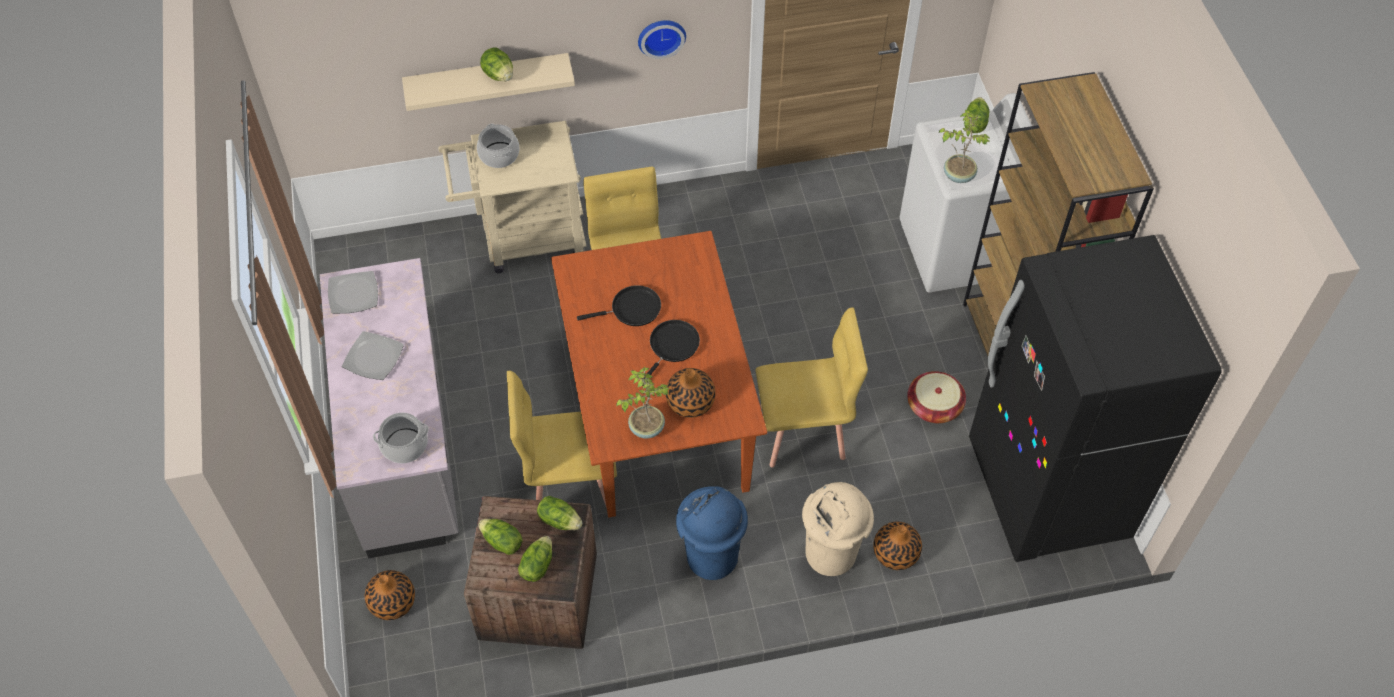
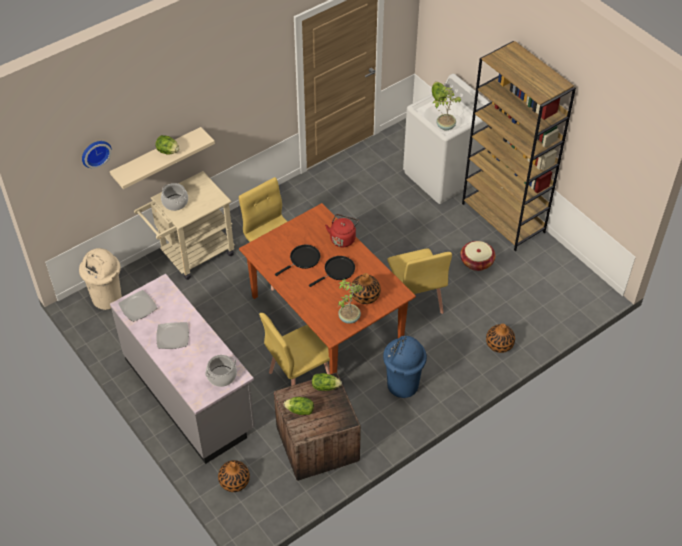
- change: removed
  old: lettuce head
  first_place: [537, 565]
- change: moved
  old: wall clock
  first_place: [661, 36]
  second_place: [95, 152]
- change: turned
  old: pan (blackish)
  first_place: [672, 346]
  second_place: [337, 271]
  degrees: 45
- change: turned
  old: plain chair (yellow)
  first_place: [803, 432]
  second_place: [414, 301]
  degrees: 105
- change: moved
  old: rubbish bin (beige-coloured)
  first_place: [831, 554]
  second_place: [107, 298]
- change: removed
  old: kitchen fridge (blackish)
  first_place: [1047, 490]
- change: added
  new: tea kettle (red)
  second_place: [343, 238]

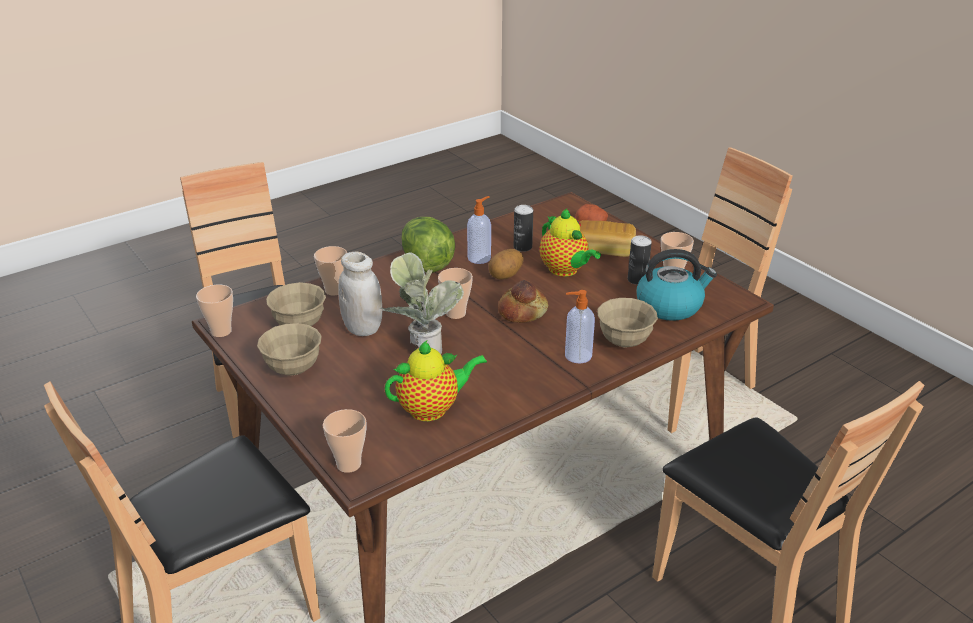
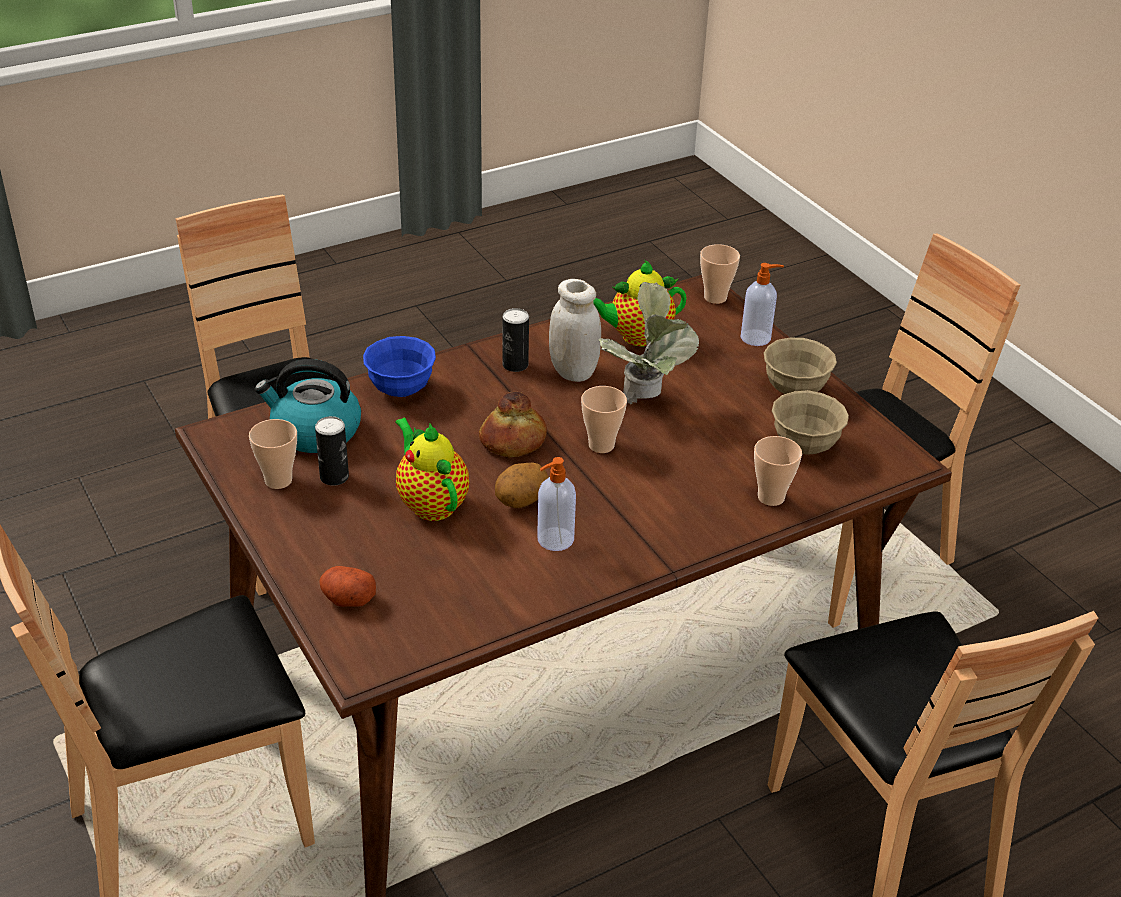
- change: removed
  old: cup
  first_place: [221, 331]
- change: moved
  old: preserve jar (white-coloured)
  first_place: [362, 328]
  second_place: [573, 372]
- change: removed
  old: lettuce head
  first_place: [426, 263]
- change: moved
  old: metal can
  first_place: [522, 247]
  second_place: [515, 365]
- change: moved
  old: soap bottle
  first_place: [577, 356]
  second_place: [757, 338]
- change: removed
  old: bread
  first_place: [604, 250]
- change: recoloured
  old: deep dish (beige-coloured)
  new: deep dish (blue)
  first_place: [624, 341]
  second_place: [401, 389]

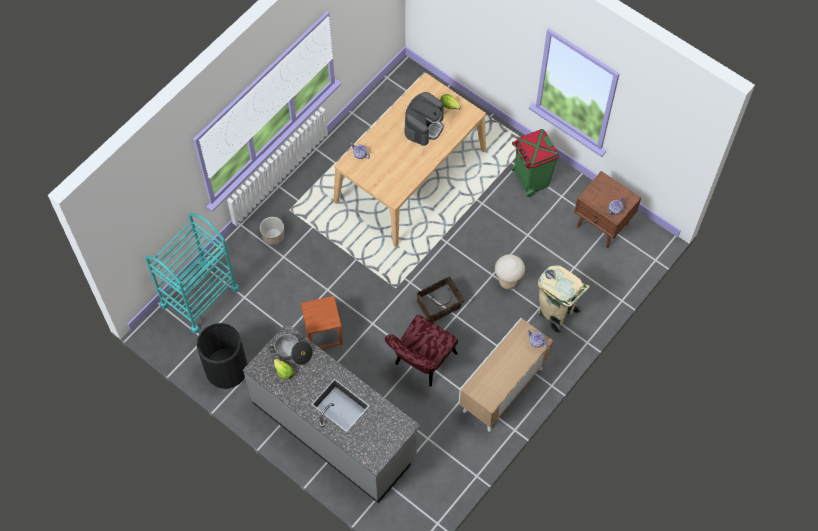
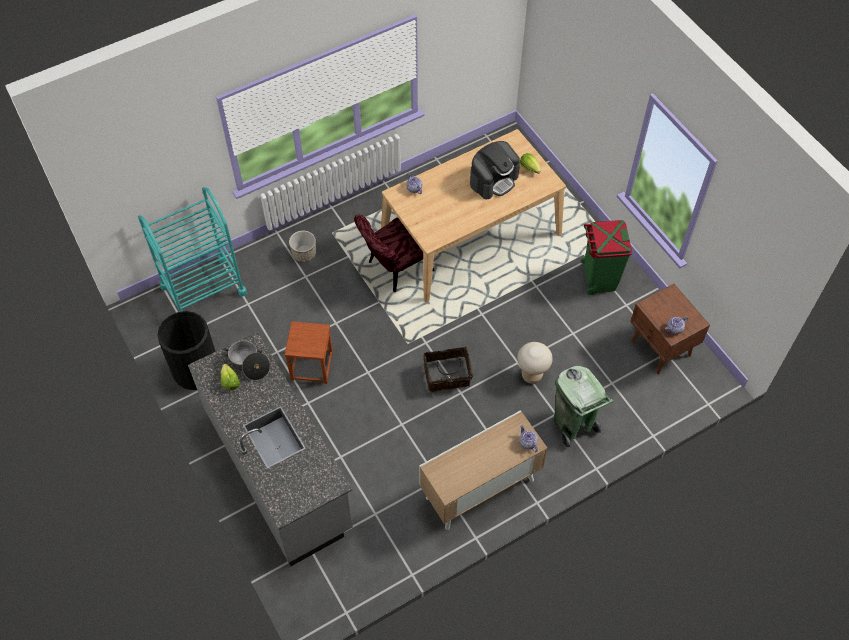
- change: moved
  old: plain chair (red)
  first_place: [421, 363]
  second_place: [394, 269]
- change: recoloured
  old: rubbish bin (beige-coloured)
  new: rubbish bin (green)
  first_place: [556, 312]
  second_place: [573, 425]

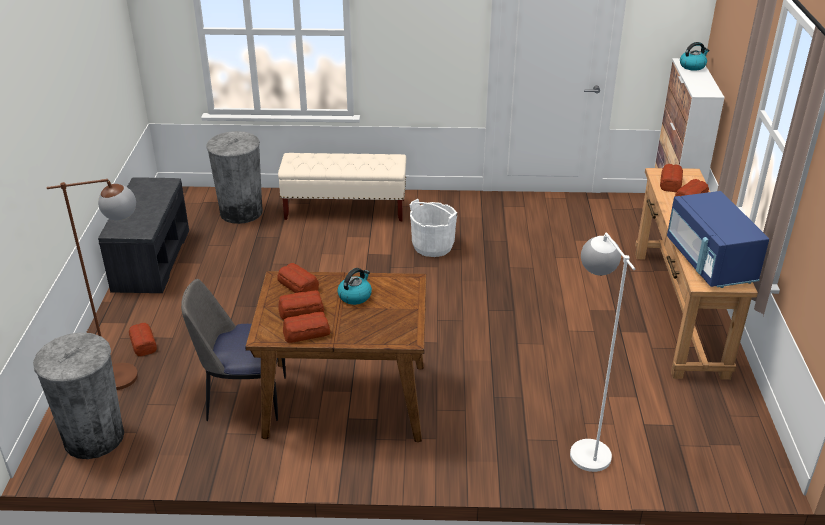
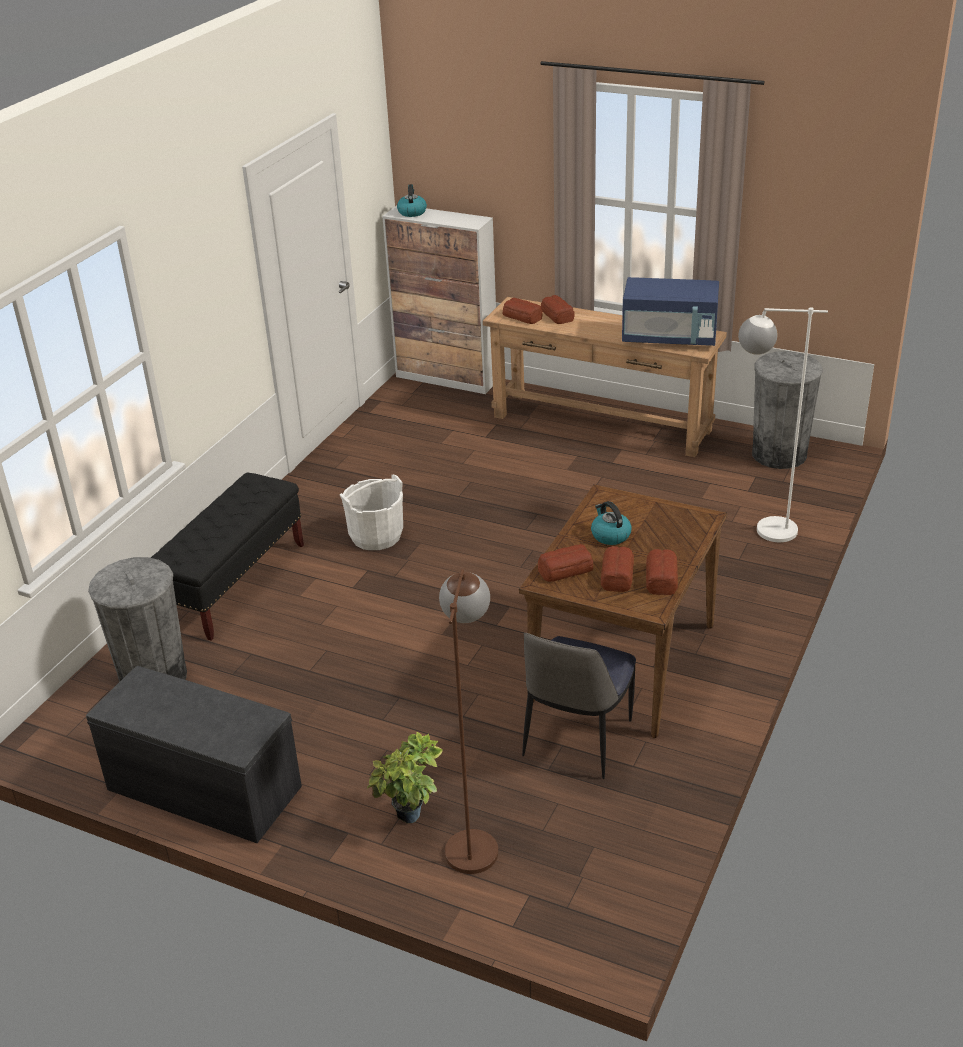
- change: moved
  old: rubbish bin (greyish)
  first_place: [94, 437]
  second_place: [779, 454]
- change: replaced
  old: bread
  new: houseplant
  first_place: [143, 344]
  second_place: [411, 820]
- change: recoloured
  old: long seat (beige-coloured)
  new: long seat (blackish)
  first_place: [345, 209]
  second_place: [234, 584]

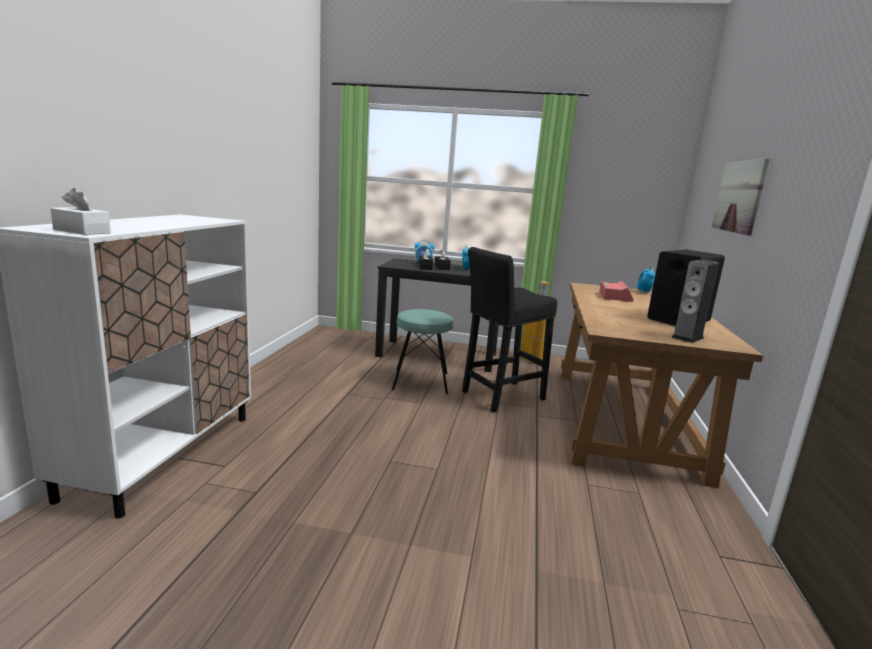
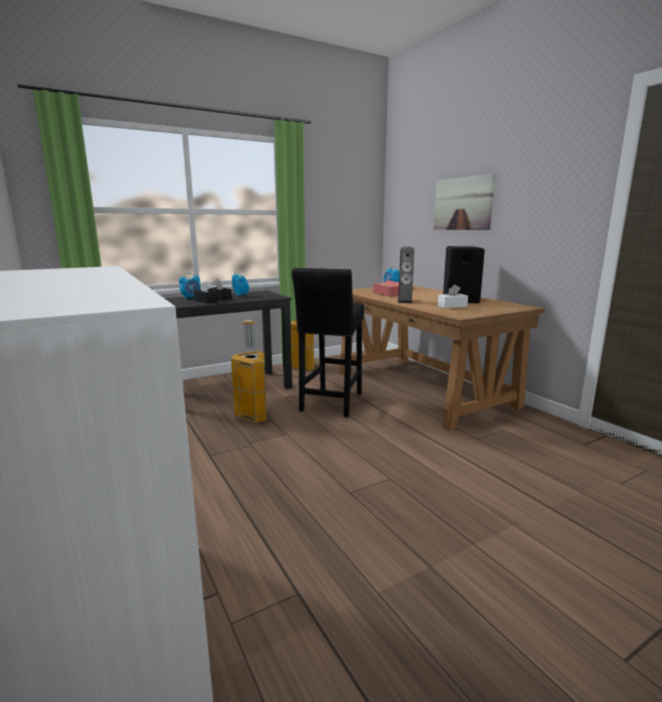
- change: moved
  old: tissue box (white-coloured)
  first_place: [82, 231]
  second_place: [452, 306]
- change: replaced
  old: stool seat (turquoise)
  new: rubbish bin
  first_place: [420, 381]
  second_place: [254, 416]
- change: moved
  old: speaker
  first_place: [687, 337]
  second_place: [404, 301]

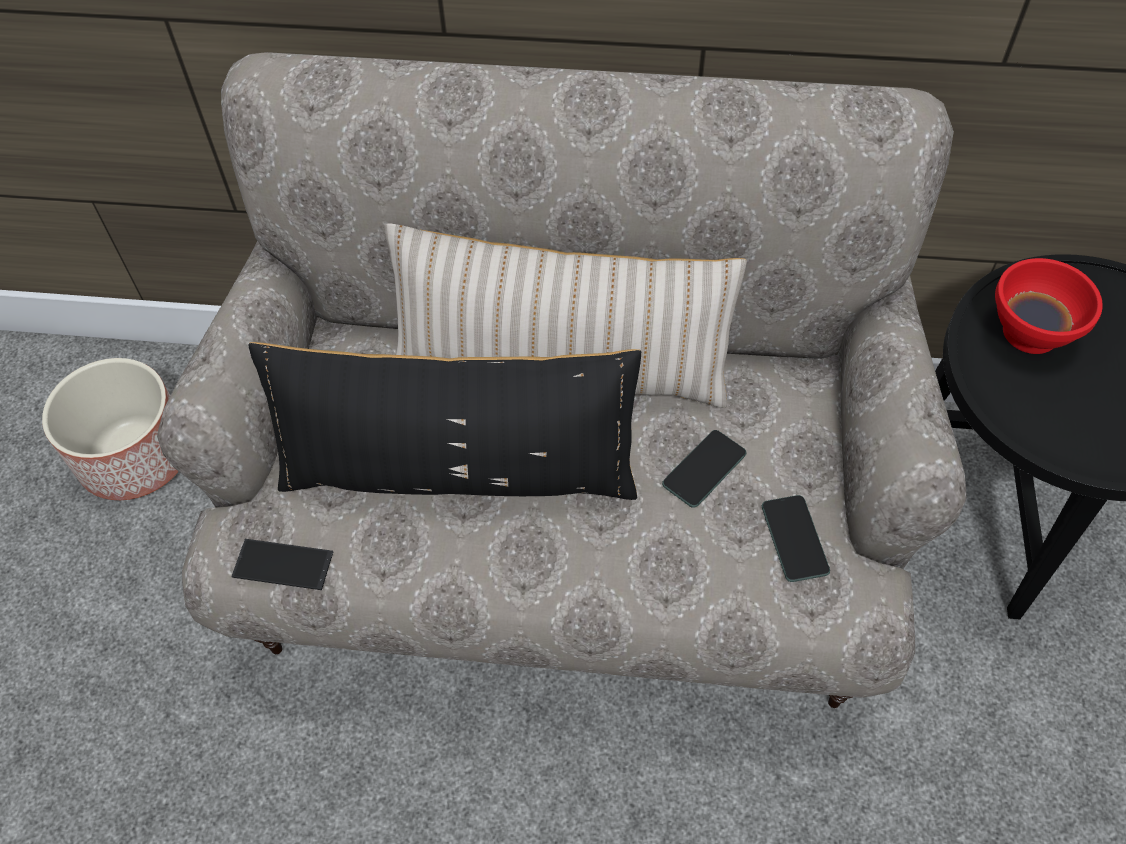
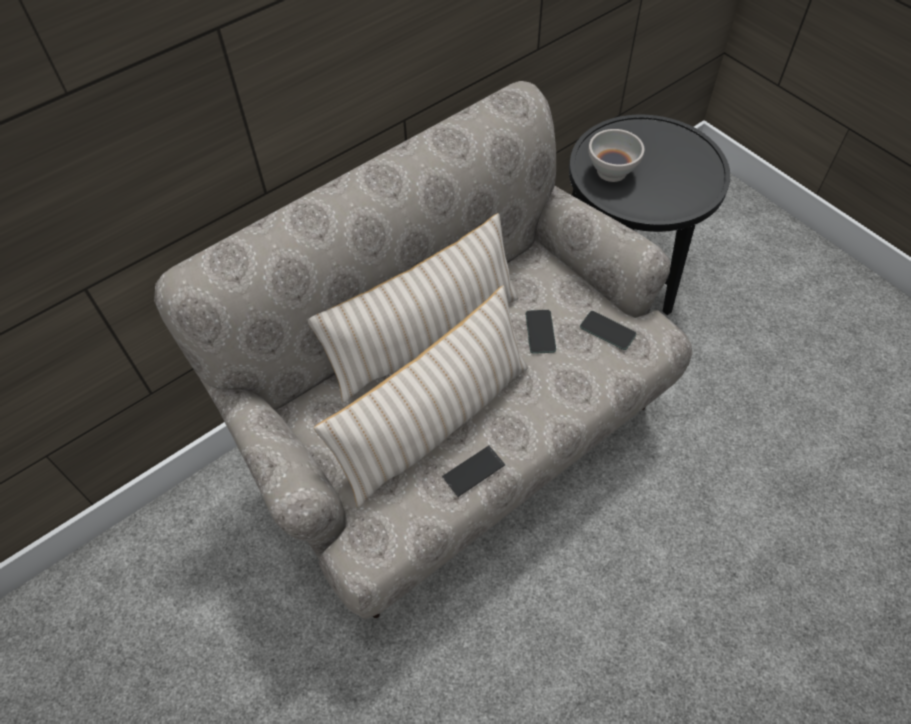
- change: removed
  old: flower pot
  first_place: [136, 454]
- change: moved
  old: phone
  first_place: [283, 564]
  second_place: [473, 471]
- change: recoloured
  old: cushion (blackish)
  new: cushion (beige-coloured)
  first_place: [458, 471]
  second_place: [434, 423]
- change: recoloured
  old: deep dish (red)
  new: deep dish (white-coloured)
  first_place: [1031, 332]
  second_place: [611, 171]

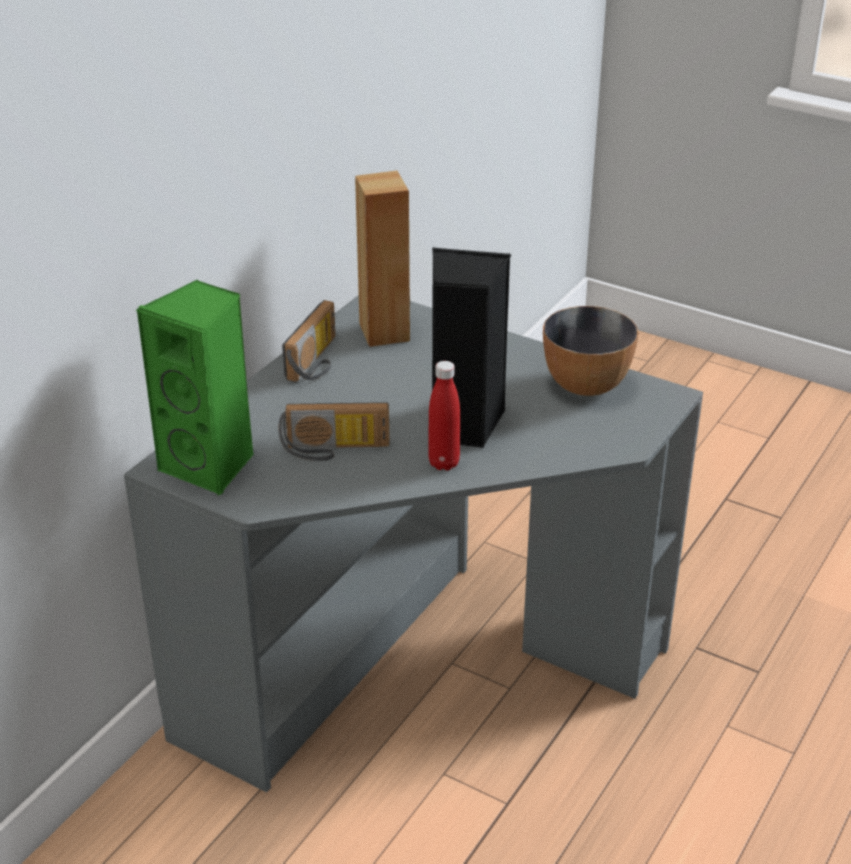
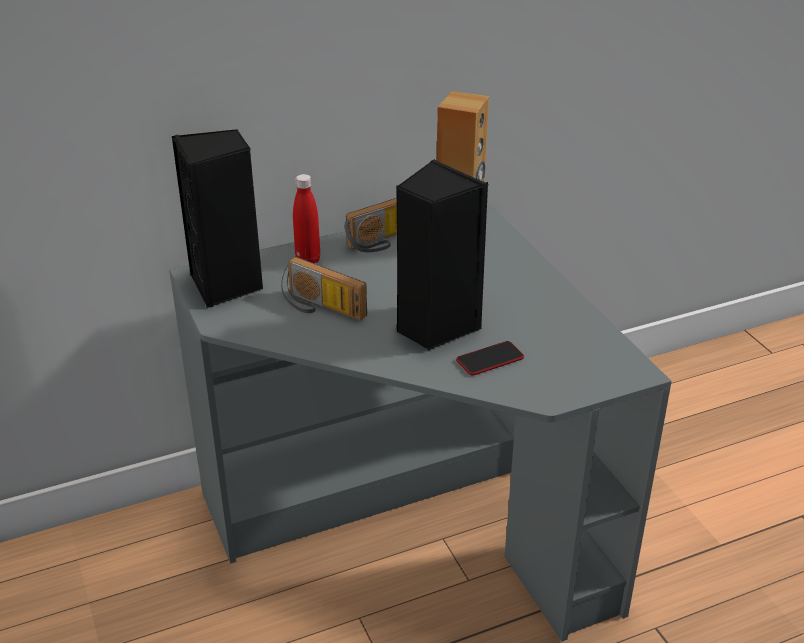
- change: recoloured
  old: speaker (green)
  new: speaker (blackish)
  first_place: [211, 466]
  second_place: [227, 285]
- change: moved
  old: beverage bottle (red)
  first_place: [444, 463]
  second_place: [308, 260]
- change: removed
  old: deep dish
  first_place: [585, 385]
- change: added
  new: phone
  second_place: [490, 359]

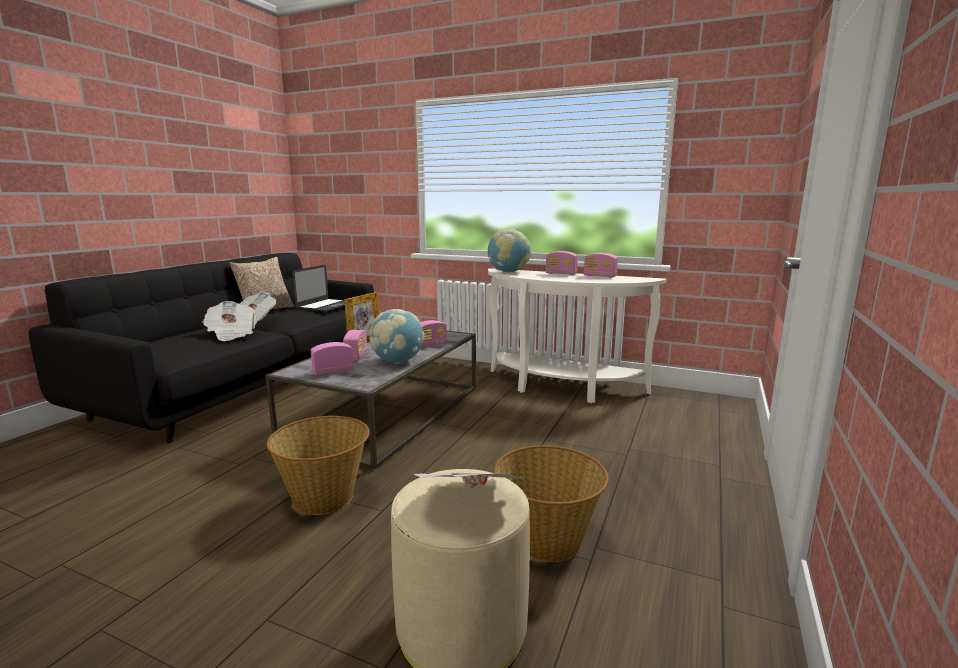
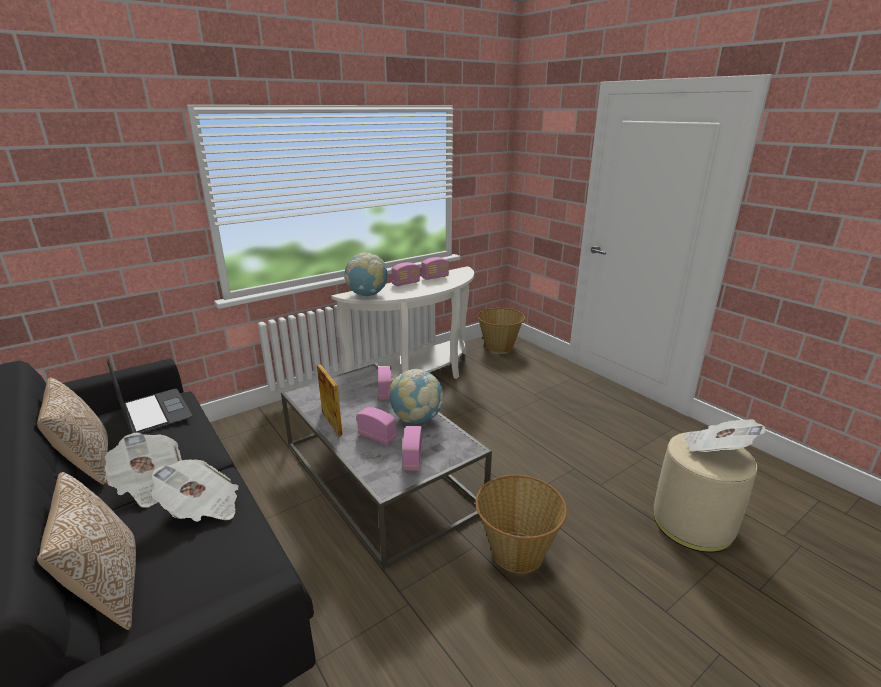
- change: moved
  old: storage basket
  first_place: [547, 541]
  second_place: [499, 346]
- change: added
  new: cushion
  second_place: [108, 590]

